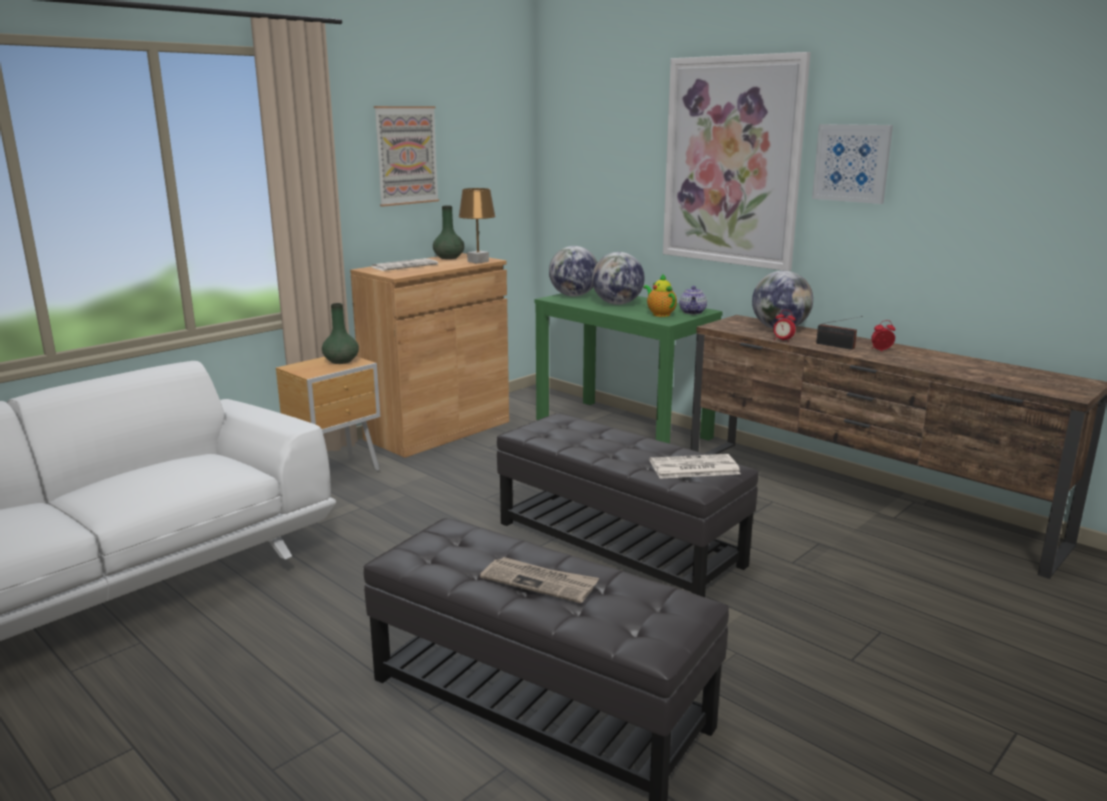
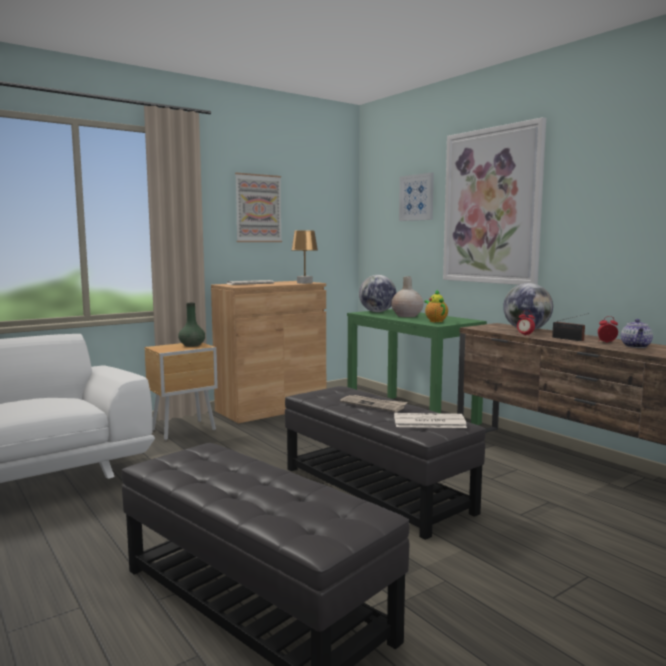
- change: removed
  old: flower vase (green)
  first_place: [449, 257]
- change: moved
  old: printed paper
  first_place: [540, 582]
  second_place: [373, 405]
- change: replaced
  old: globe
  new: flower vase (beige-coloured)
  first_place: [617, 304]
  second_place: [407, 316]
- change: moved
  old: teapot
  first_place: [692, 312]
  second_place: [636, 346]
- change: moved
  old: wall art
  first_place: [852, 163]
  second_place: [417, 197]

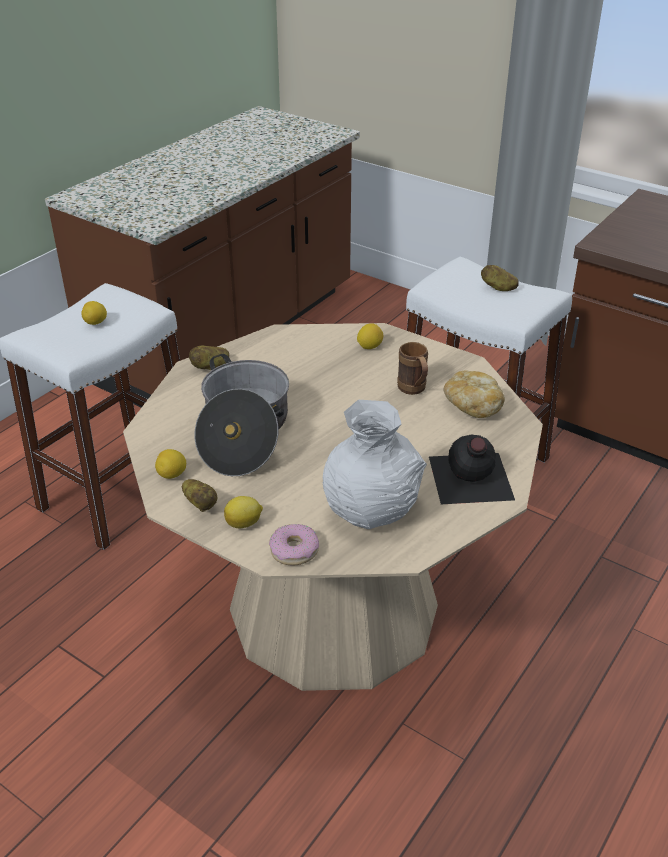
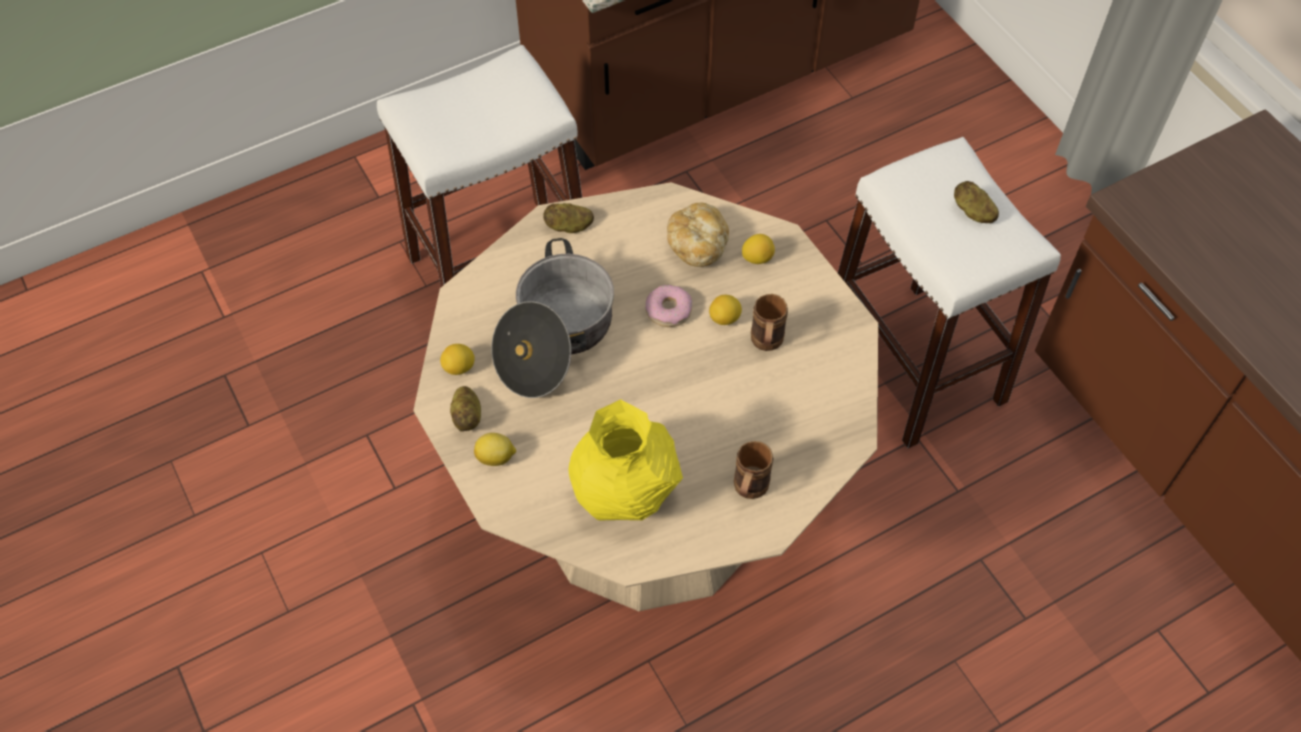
- change: moved
  old: whole lemon
  first_place: [96, 323]
  second_place: [724, 318]
- change: moved
  old: donut
  first_place: [294, 550]
  second_place: [668, 310]
- change: recoloured
  old: flower vase (white-coloured)
  new: flower vase (yellow)
  first_place: [371, 508]
  second_place: [626, 489]
- change: replaced
  old: beverage bottle (blackish)
  new: mug (brownish)
  first_place: [469, 478]
  second_place: [748, 491]
- change: moved
  old: bread
  first_place: [472, 406]
  second_place: [697, 244]

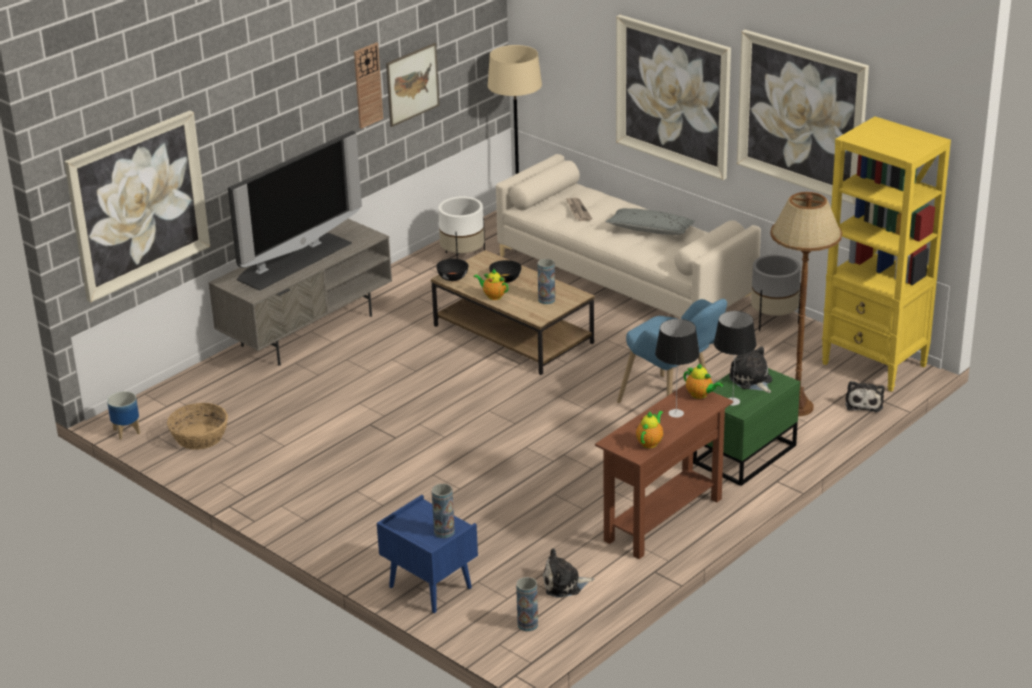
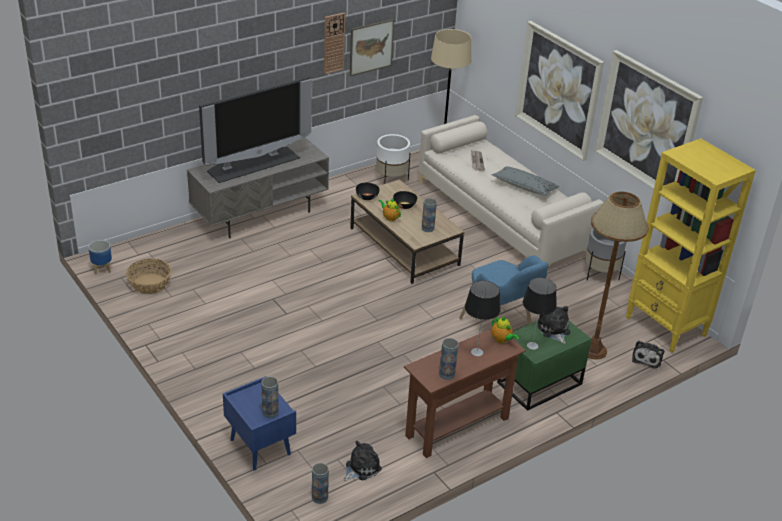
- change: removed
  old: wall art
  first_place: [138, 204]
- change: turned
  old: plush toy
  first_place: [564, 584]
  second_place: [361, 468]
  degrees: 135
- change: replaced
  old: teapot
  new: flower vase
  first_place: [650, 442]
  second_place: [447, 374]

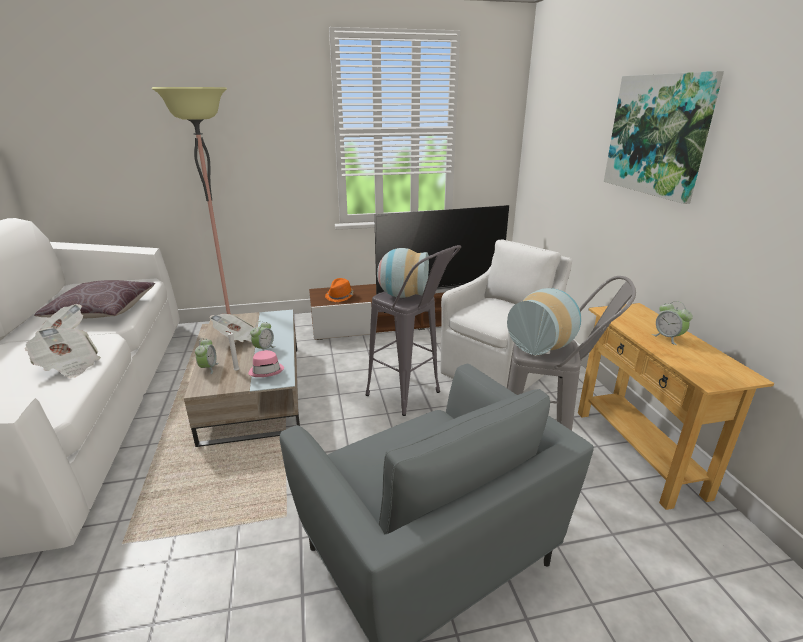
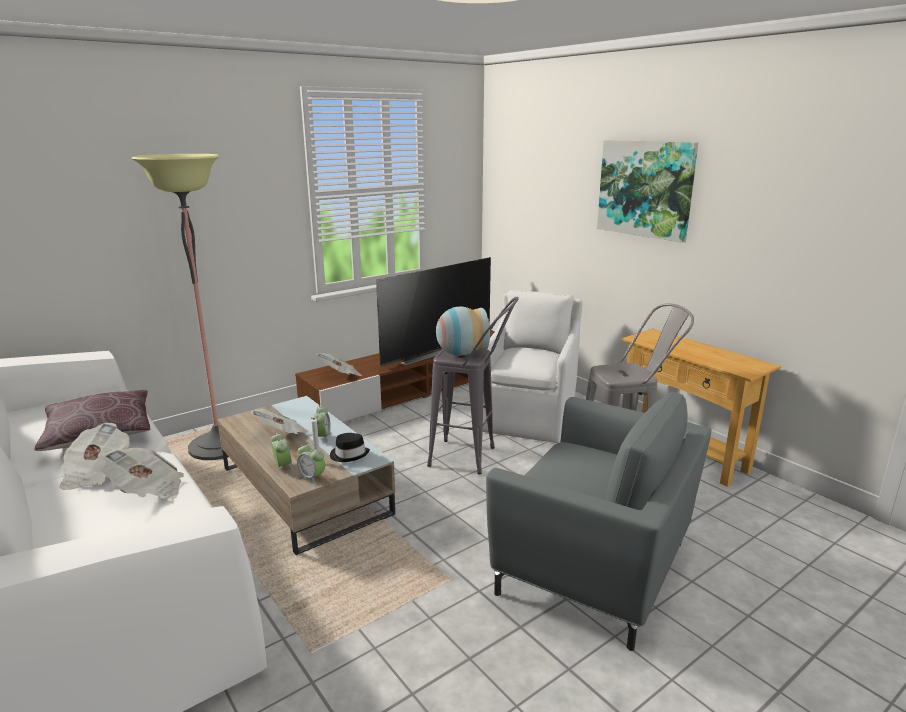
- change: recoloured
  old: wearable hat (pinkish)
  new: wearable hat (blackish)
  first_place: [266, 370]
  second_place: [349, 454]
- change: replaced
  old: wearable hat (orangey)
  new: printed paper
  first_place: [340, 296]
  second_place: [340, 375]
- change: removed
  old: flower vase
  first_place: [543, 346]
- change: moved
  old: table clock
  first_place: [668, 338]
  second_place: [312, 478]

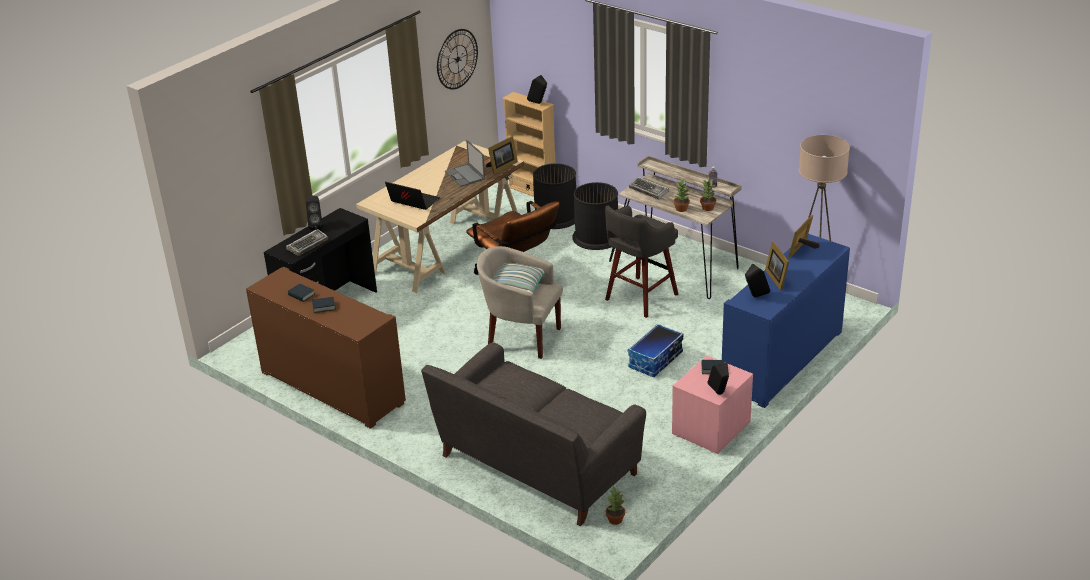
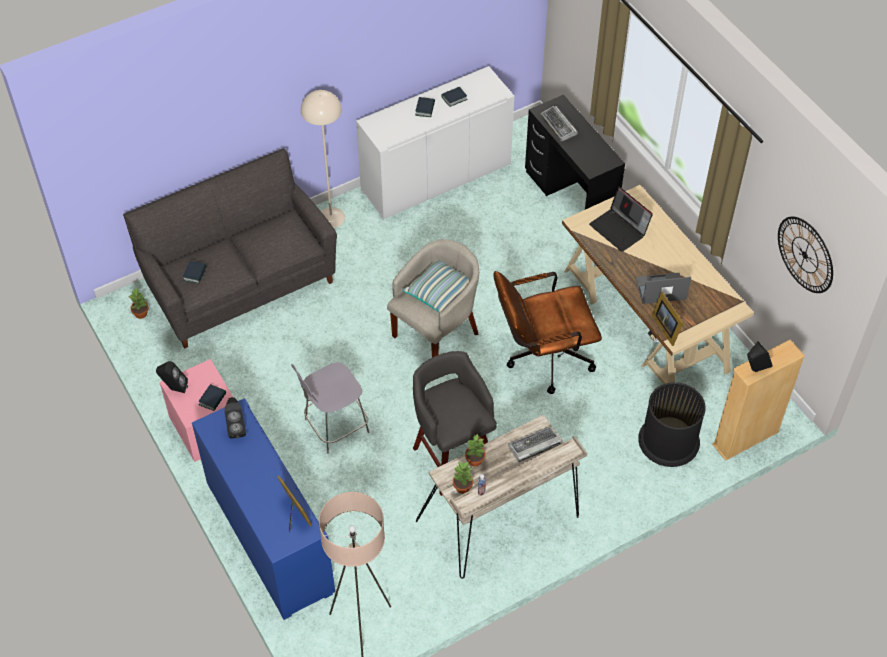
- change: recoloured
  old: storage cabinet (brownish)
  new: storage cabinet (white-coloured)
  first_place: [332, 387]
  second_place: [436, 177]
- change: removed
  old: speaker (blackish)
  first_place: [316, 226]
- change: turned
  old: portable computer
  first_place: [412, 202]
  second_place: [620, 229]
  degrees: 90
- change: removed
  old: rubbish bin (blackish)
  first_place: [596, 237]
- change: replaced
  old: storage container
  new: stool seat (greyish)
  first_place: [656, 360]
  second_place: [334, 427]
- change: removed
  old: photo frame
  first_place: [777, 278]
- change: added
  new: bound book
  second_place: [195, 274]
- change: added
  new: floor lamp (beige-coloured)
  second_place: [331, 217]

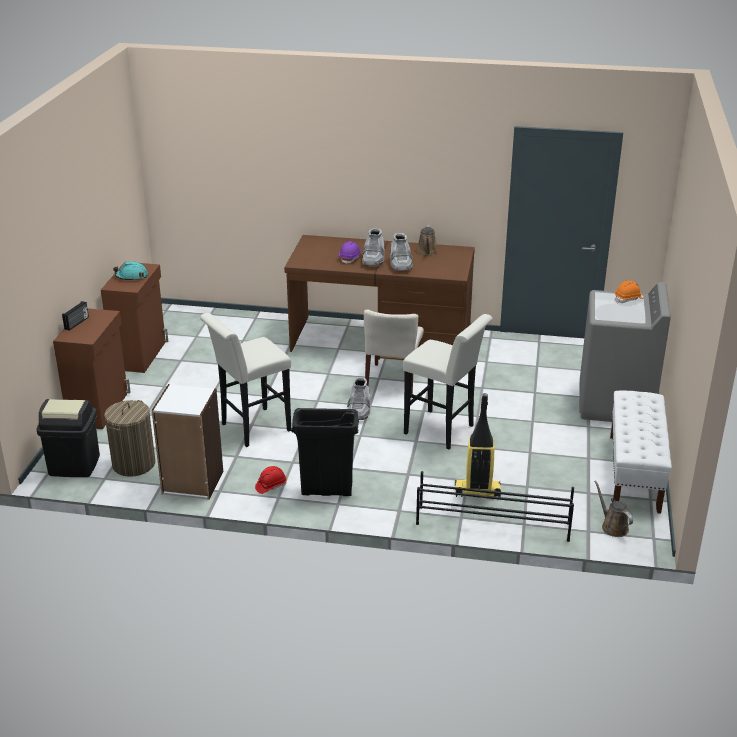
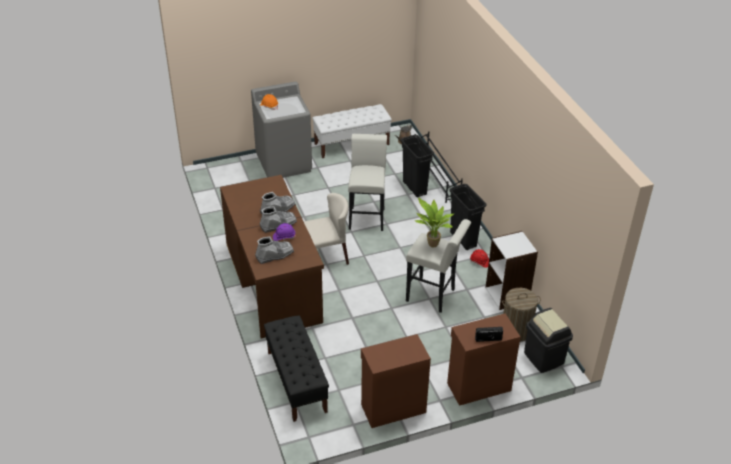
- change: removed
  old: work helmet (turquoise)
  first_place: [131, 276]
- change: moved
  old: high-top boot (greyish)
  first_place: [359, 411]
  second_place: [274, 255]
- change: removed
  old: watering pot (brownish)
  first_place: [427, 252]
- change: replaced
  old: vacuum
  new: rubbish bin (blackish)
  first_place: [477, 492]
  second_place: [415, 188]
- change: added
  new: long seat (blackish)
  second_place: [296, 381]
- change: added
  new: houseplant
  second_place: [431, 245]

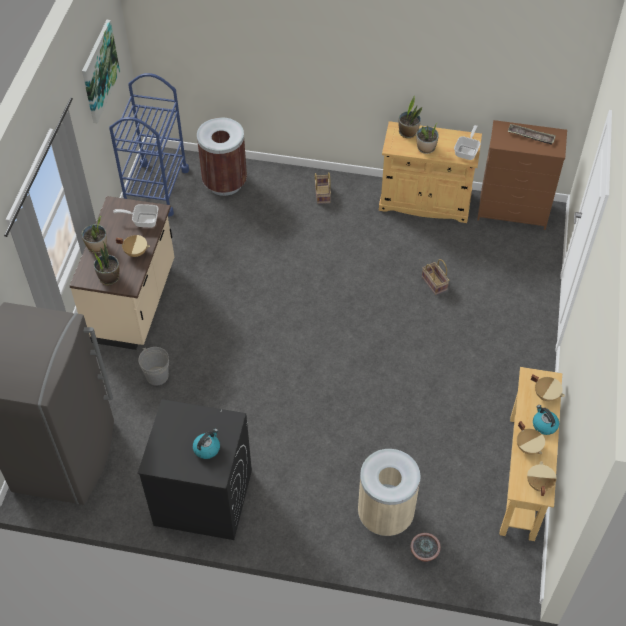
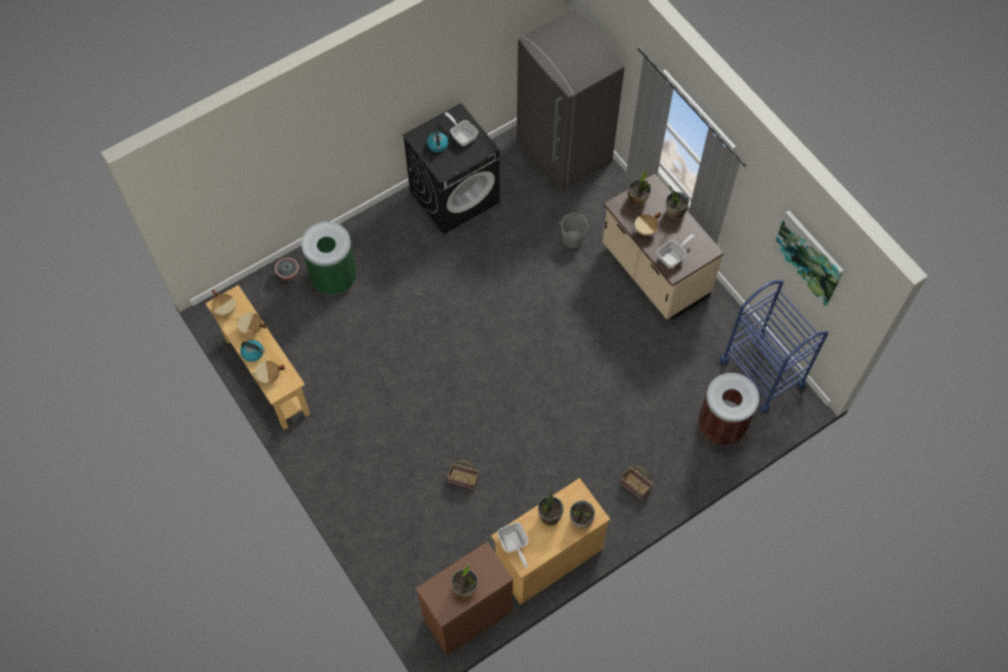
- change: recoloured
  old: rubbish bin (beige-coloured)
  new: rubbish bin (green)
  first_place: [385, 515]
  second_place: [334, 278]
- change: replaced
  old: serving tray
  new: houseplant
  first_place: [531, 136]
  second_place: [465, 588]
- change: added
  new: pan
  second_place: [462, 135]

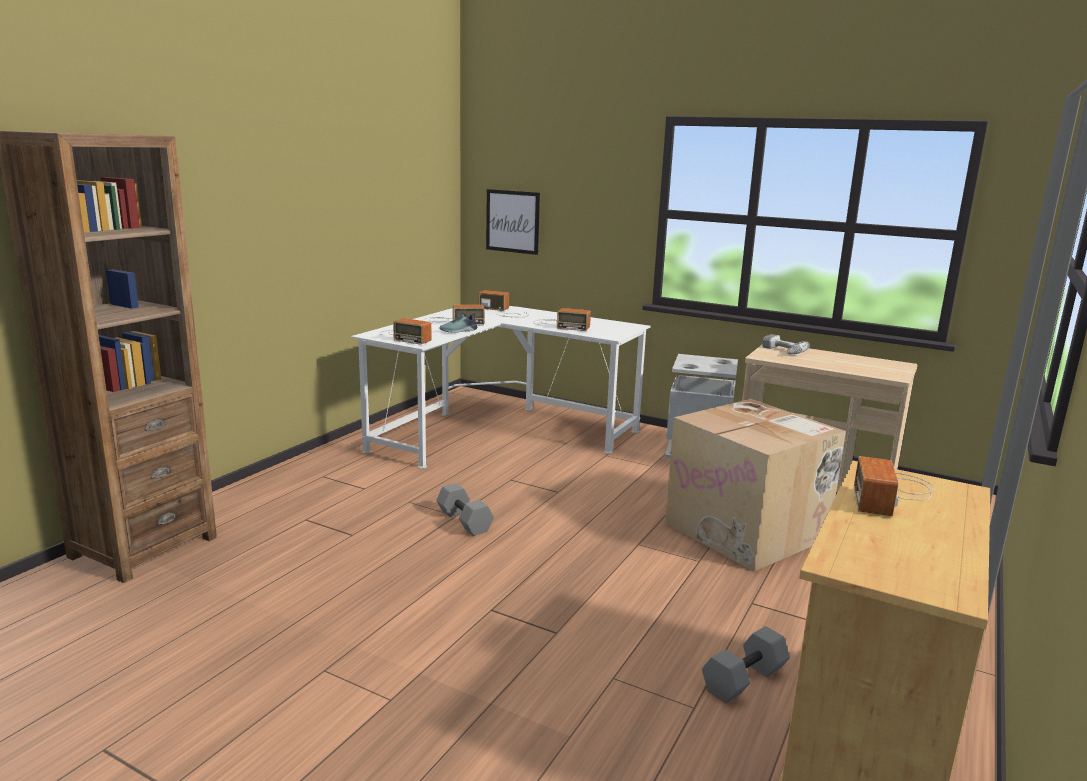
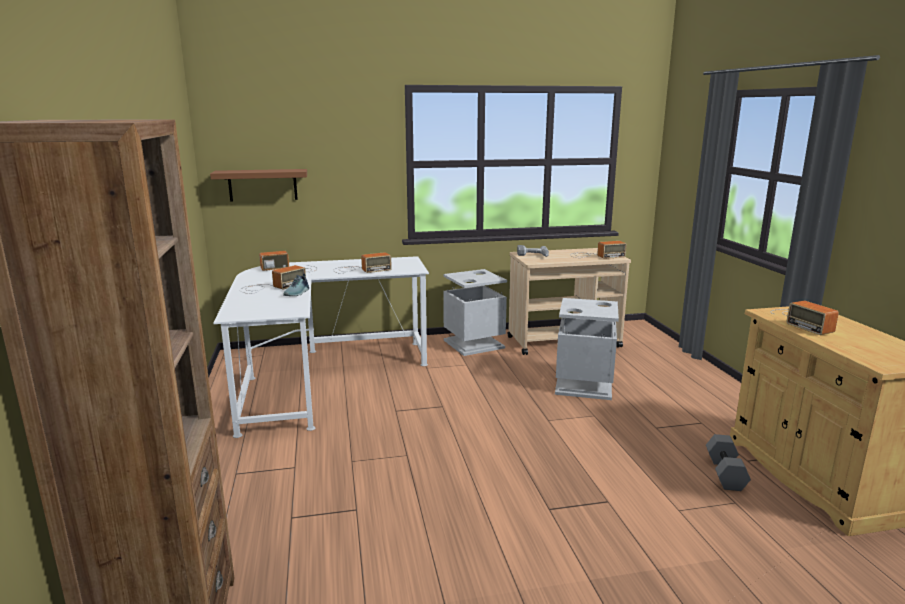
- change: moved
  old: radio
  first_place: [404, 336]
  second_place: [595, 256]
- change: removed
  old: dumbbell (greyish)
  first_place: [463, 521]
- change: replaced
  old: wall art
  new: shelf (brownish)
  first_place: [512, 221]
  second_place: [262, 185]
- change: replaced
  old: packing box
  new: rubbish bin (greyish)
  first_place: [748, 531]
  second_place: [584, 385]

